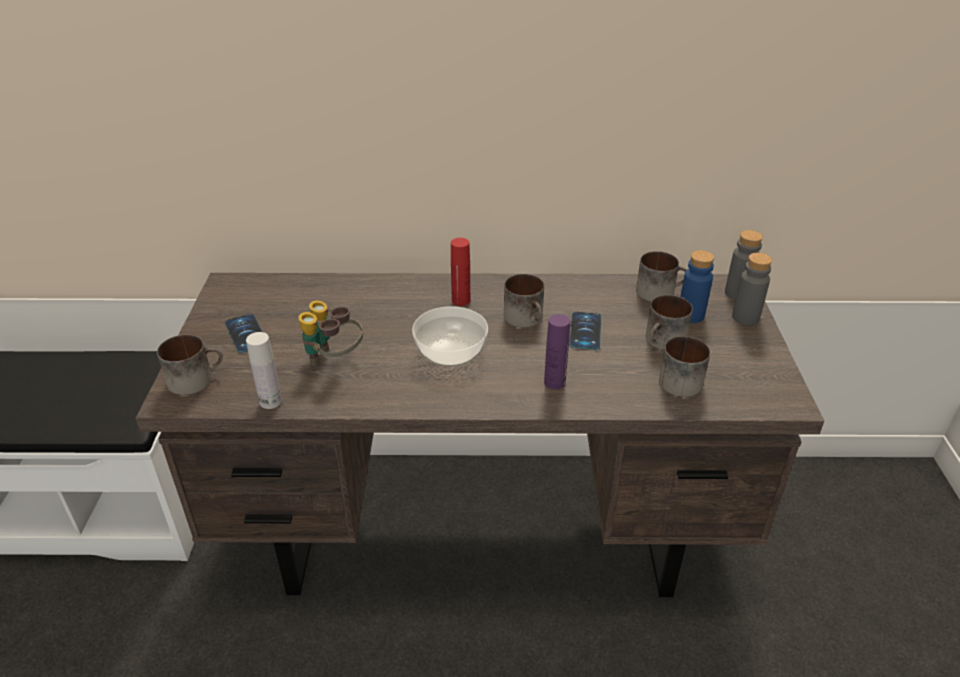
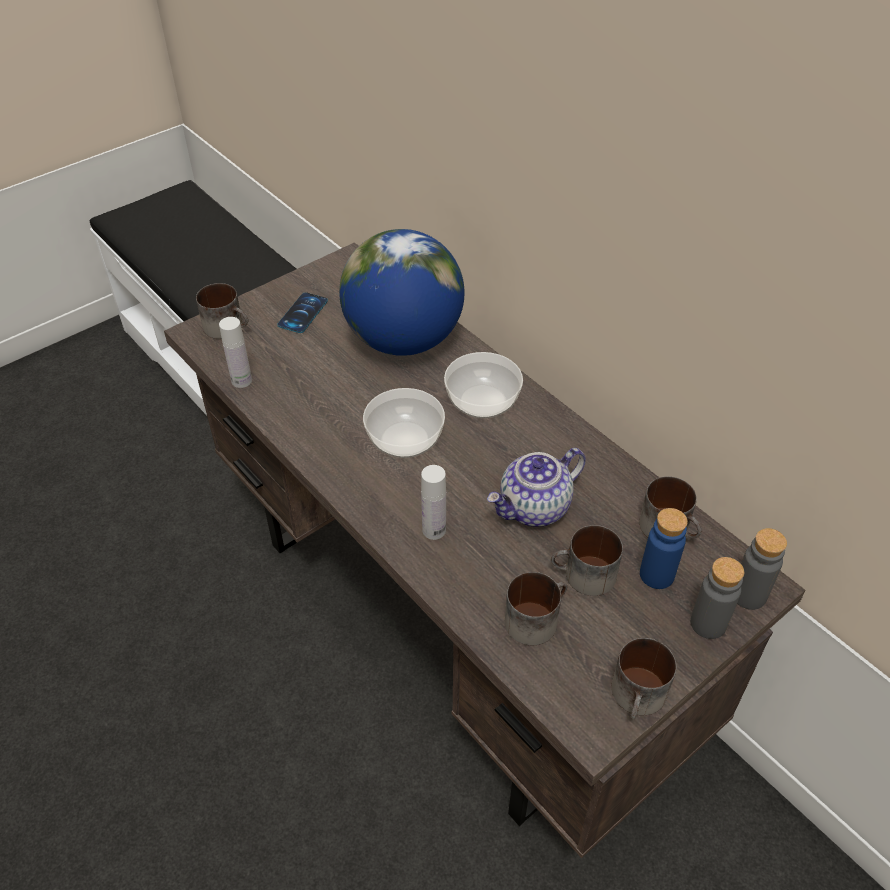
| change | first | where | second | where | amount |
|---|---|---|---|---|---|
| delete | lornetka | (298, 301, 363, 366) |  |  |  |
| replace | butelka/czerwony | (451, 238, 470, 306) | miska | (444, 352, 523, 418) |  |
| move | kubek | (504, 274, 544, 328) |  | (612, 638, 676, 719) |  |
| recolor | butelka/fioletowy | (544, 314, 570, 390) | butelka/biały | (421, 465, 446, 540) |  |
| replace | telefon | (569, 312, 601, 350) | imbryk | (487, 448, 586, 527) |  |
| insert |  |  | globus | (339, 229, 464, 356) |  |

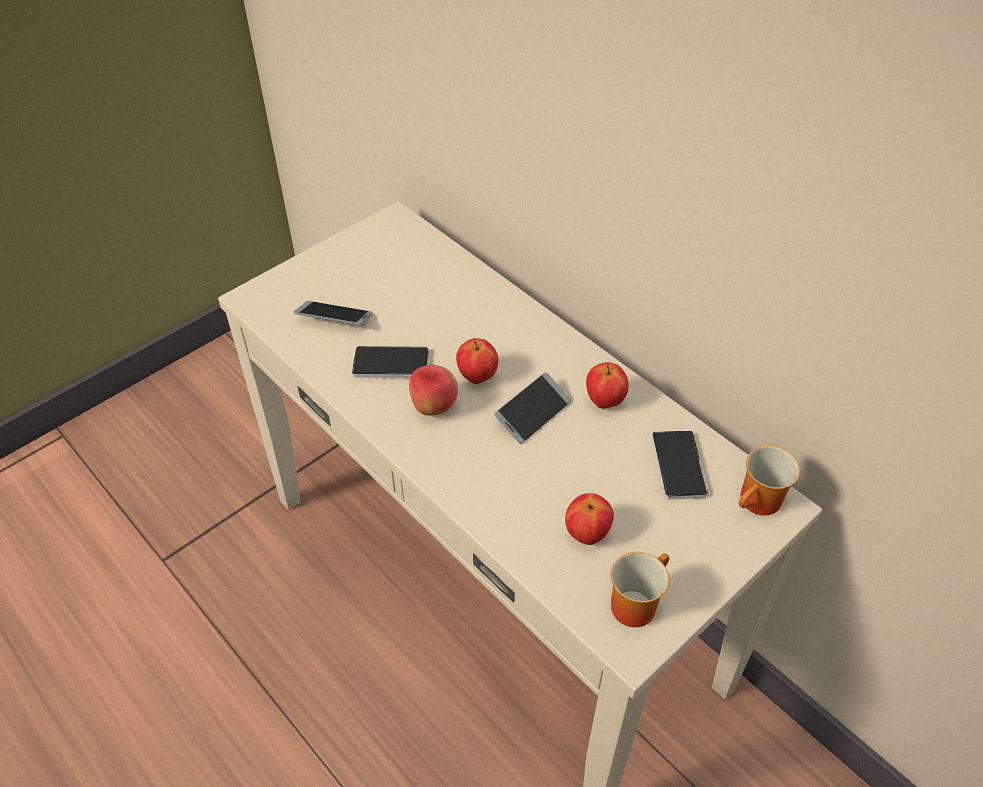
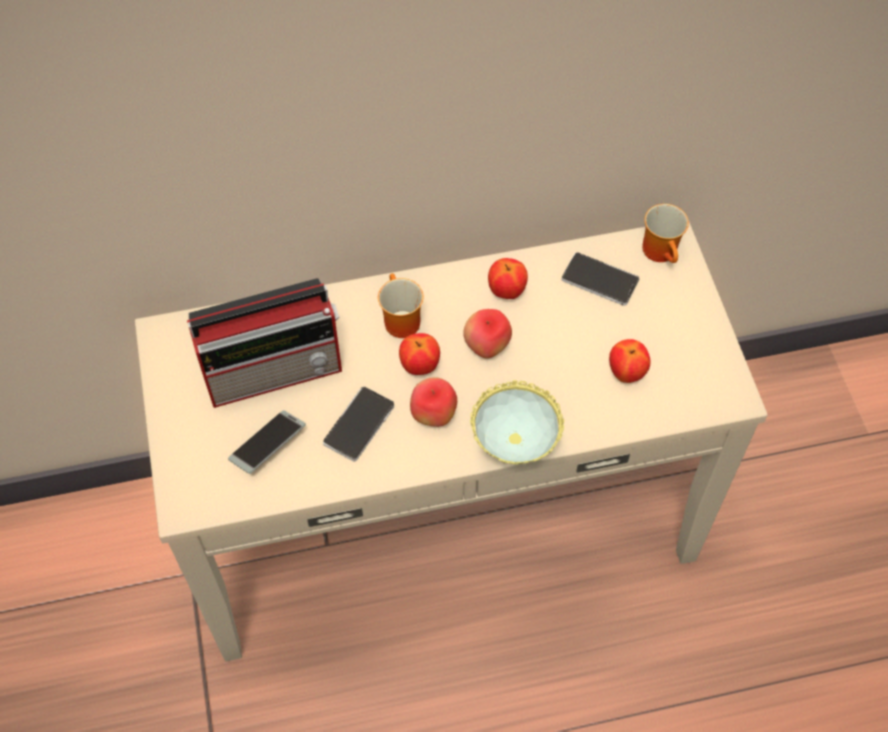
| change | first | where | second | where | amount |
|---|---|---|---|---|---|
| replace | telefon | (494, 372, 571, 444) | jabłko | (463, 309, 512, 359) |  |
| move | kubek | (611, 552, 669, 627) |  | (378, 273, 424, 338) |  |
| insert |  |  | radio | (187, 278, 342, 408) |  |
| insert |  |  | miska | (470, 380, 564, 464) |  |

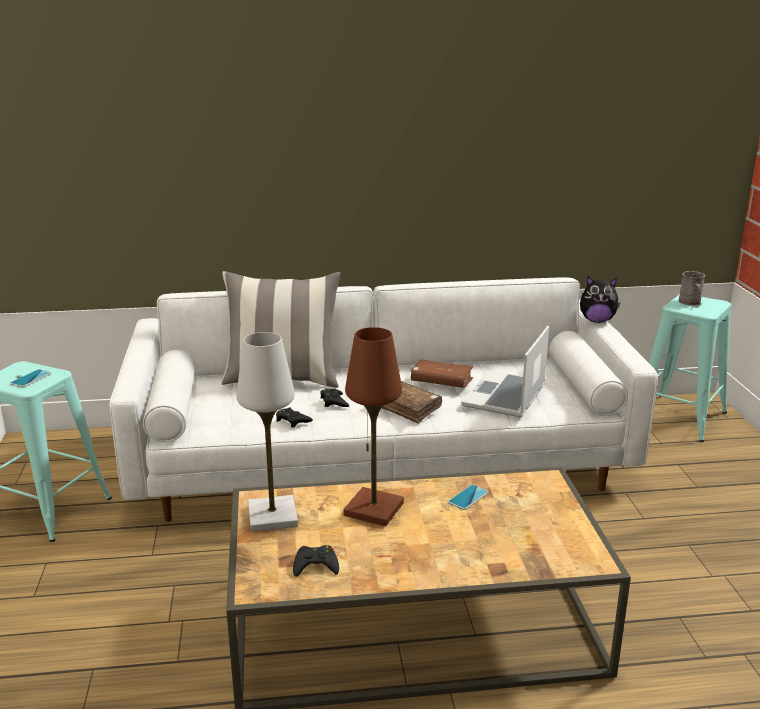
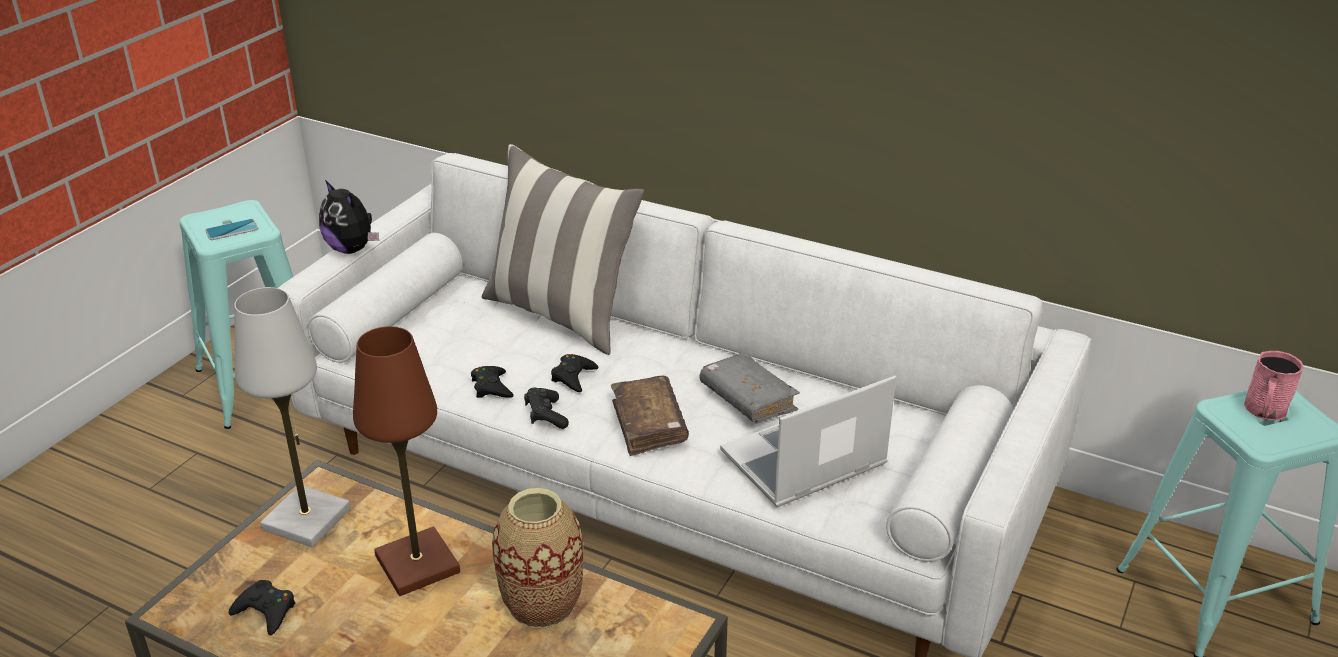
| change | first | where | second | where | amount |
|---|---|---|---|---|---|
| recolor | książka/brązowy | (411, 359, 473, 388) | książka/szary | (699, 352, 800, 424) |  |
| replace | telefon | (448, 485, 489, 510) | wazon | (492, 488, 584, 628) |  |
| move | pluszak | (580, 277, 620, 323) |  | (319, 180, 379, 254) |  |
| recolor | kubek/szary | (679, 271, 705, 306) | kubek/różowy | (1244, 351, 1303, 420) |  |
| insert |  |  | pad do gier/czarny | (524, 387, 569, 429) |  |

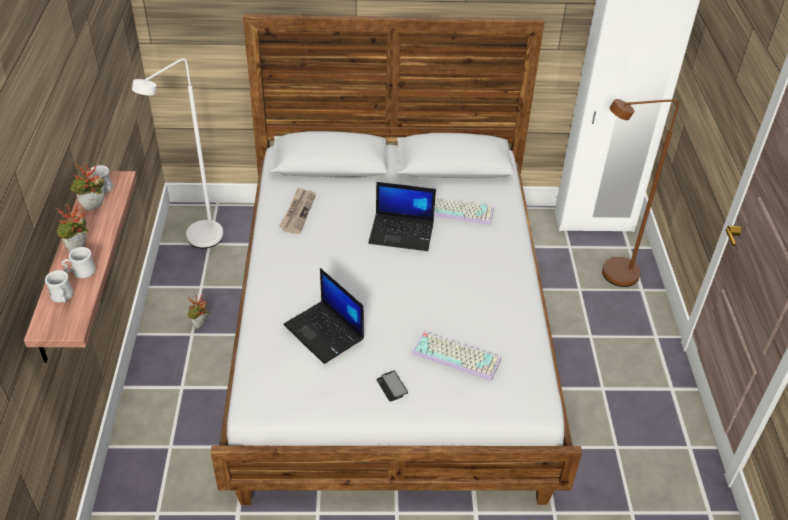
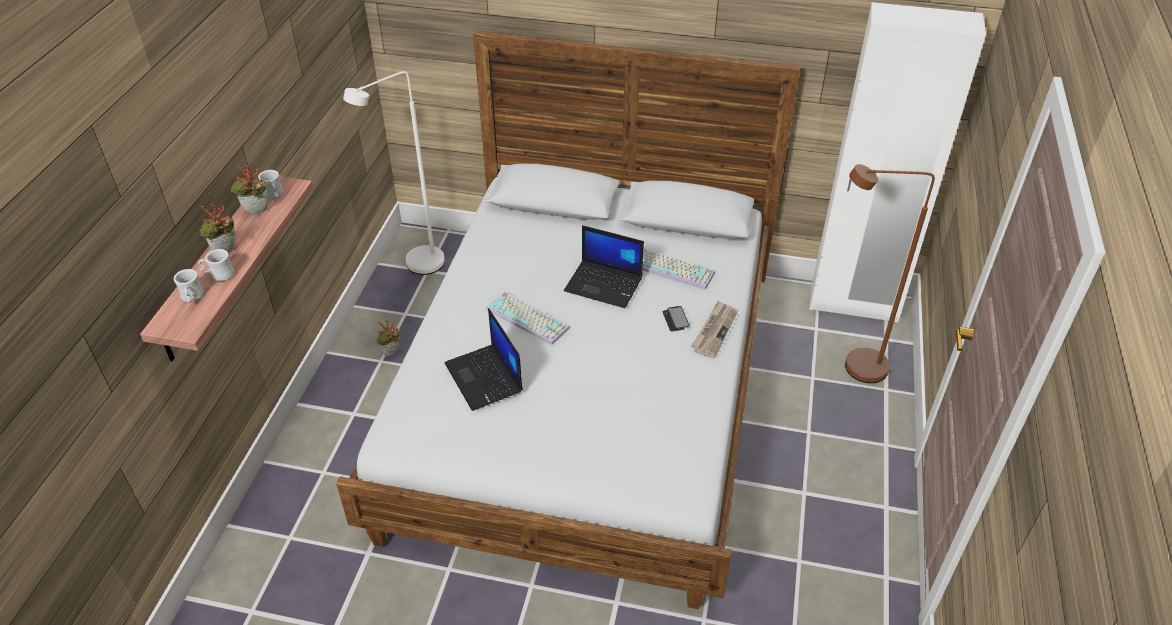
| change | first | where | second | where | amount |
|---|---|---|---|---|---|
| move | gazeta | (279, 188, 316, 234) |  | (691, 301, 738, 358) |  |
| move | telefon | (376, 371, 408, 401) |  | (662, 306, 690, 331) |  |
| move | klawiatura | (411, 332, 501, 381) |  | (486, 291, 570, 345) |  |

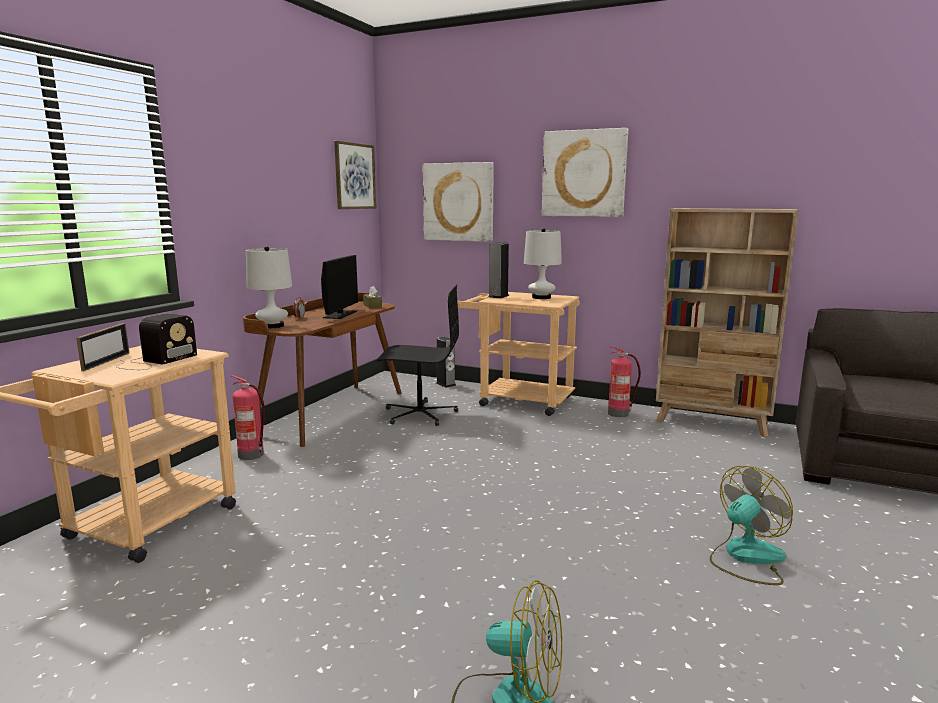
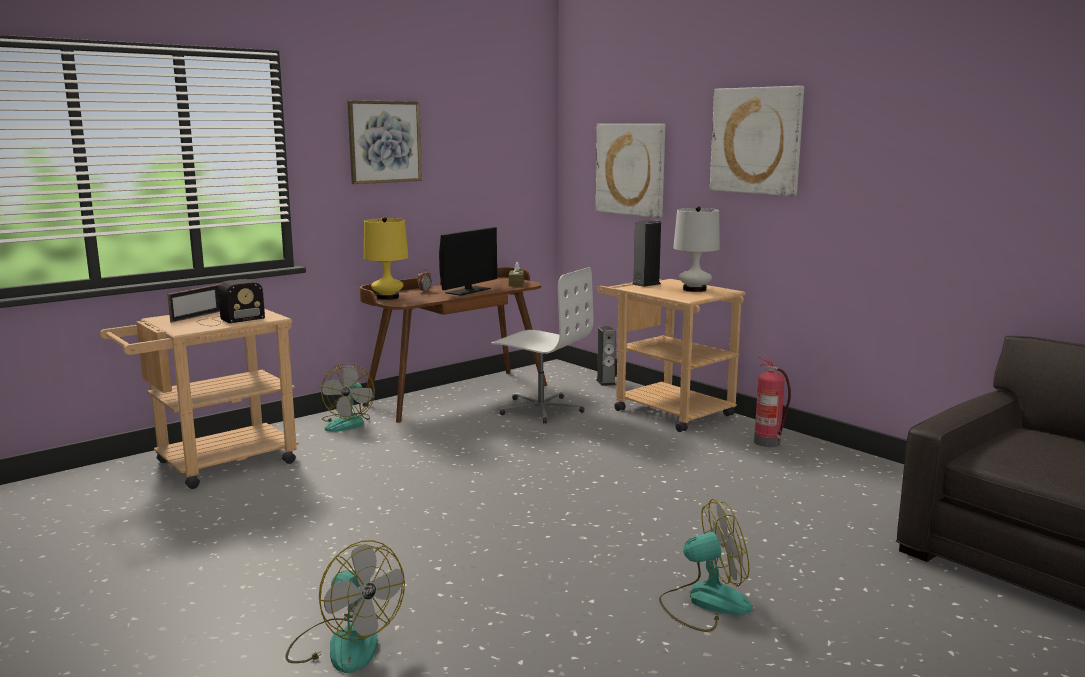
| change | first | where | second | where | amount |
|---|---|---|---|---|---|
| replace | gaśnica | (232, 375, 265, 460) | wentylator | (321, 363, 375, 432) |  |
| recolor | lampa stołowa/biały | (246, 246, 292, 328) | lampa stołowa/żółty | (364, 217, 408, 300) |  |
| move | obraz | (334, 141, 376, 209) |  | (347, 100, 422, 184) |  |
| recolor | krzesło biurowe/czarny | (377, 284, 459, 426) | krzesło biurowe/biały | (491, 267, 593, 423) |  |
| delete | regał/beżowy | (656, 208, 799, 437) |  |  |  |

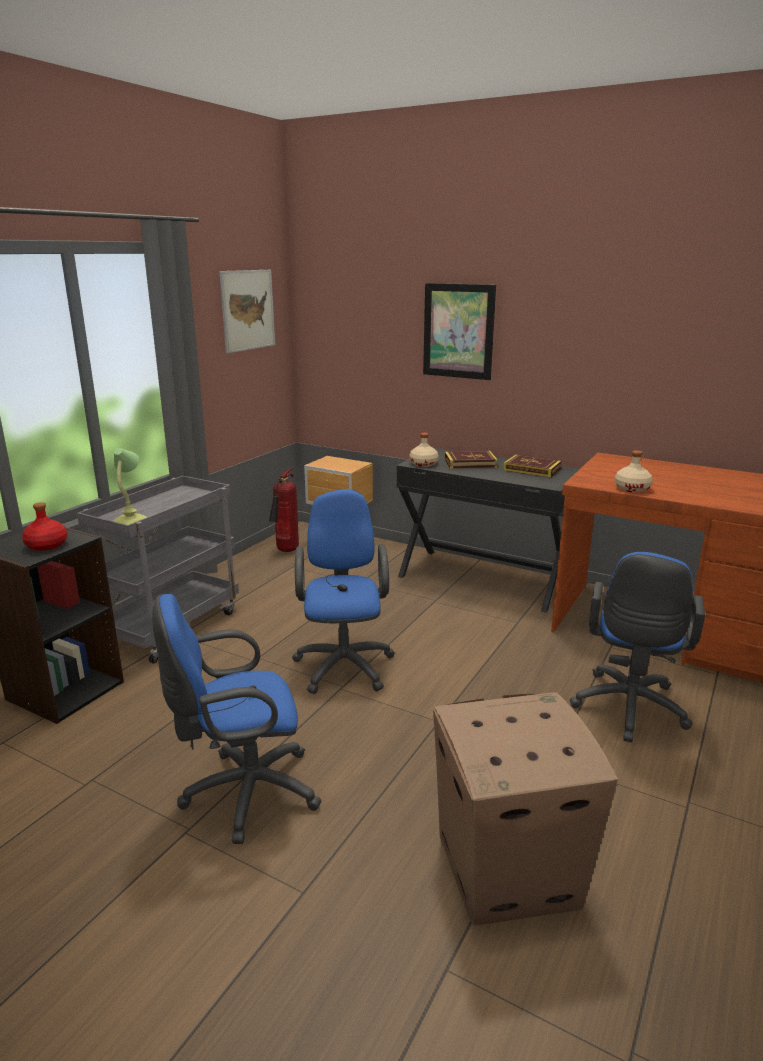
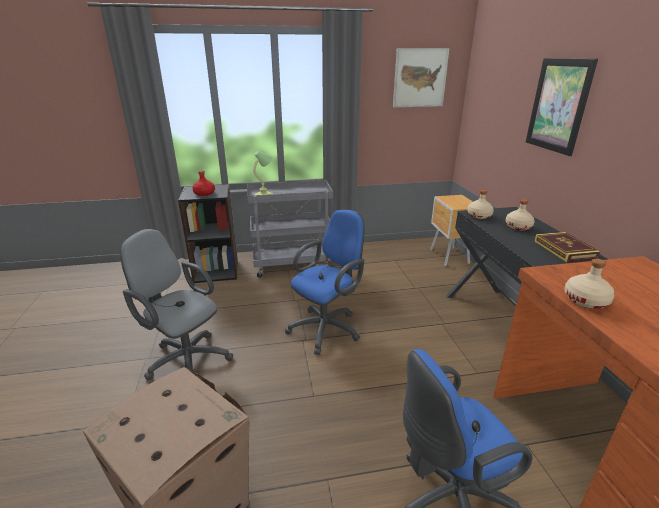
| change | first | where | second | where | amount |
|---|---|---|---|---|---|
| recolor | krzesło biurowe/niebieski | (152, 594, 321, 844) | krzesło biurowe/szary | (121, 229, 233, 380) |  |
| delete | gaśnica | (269, 468, 299, 552) |  |  |  |
| replace | książka | (445, 451, 498, 469) | butelka/beżowy | (505, 199, 535, 230) |  |

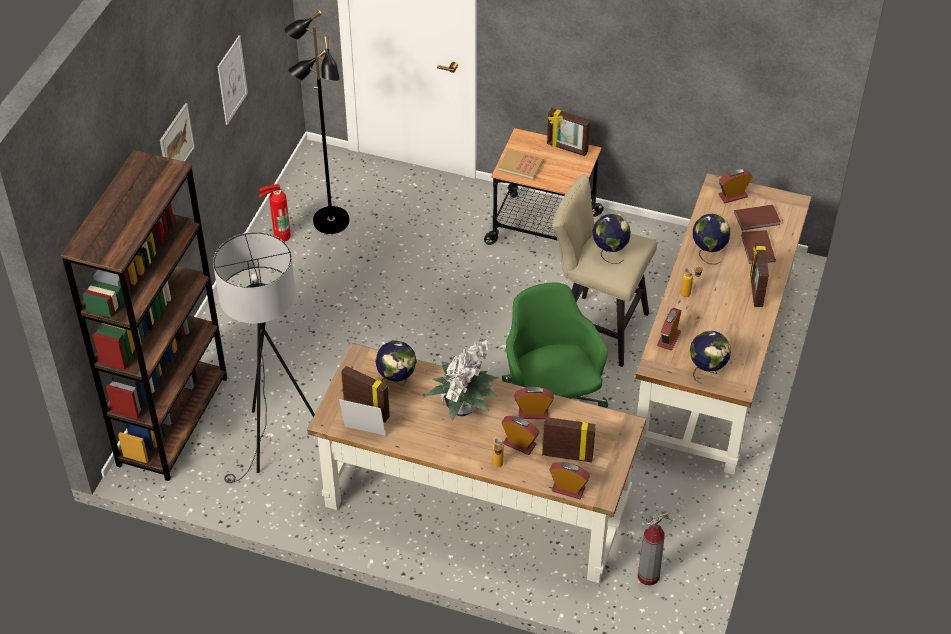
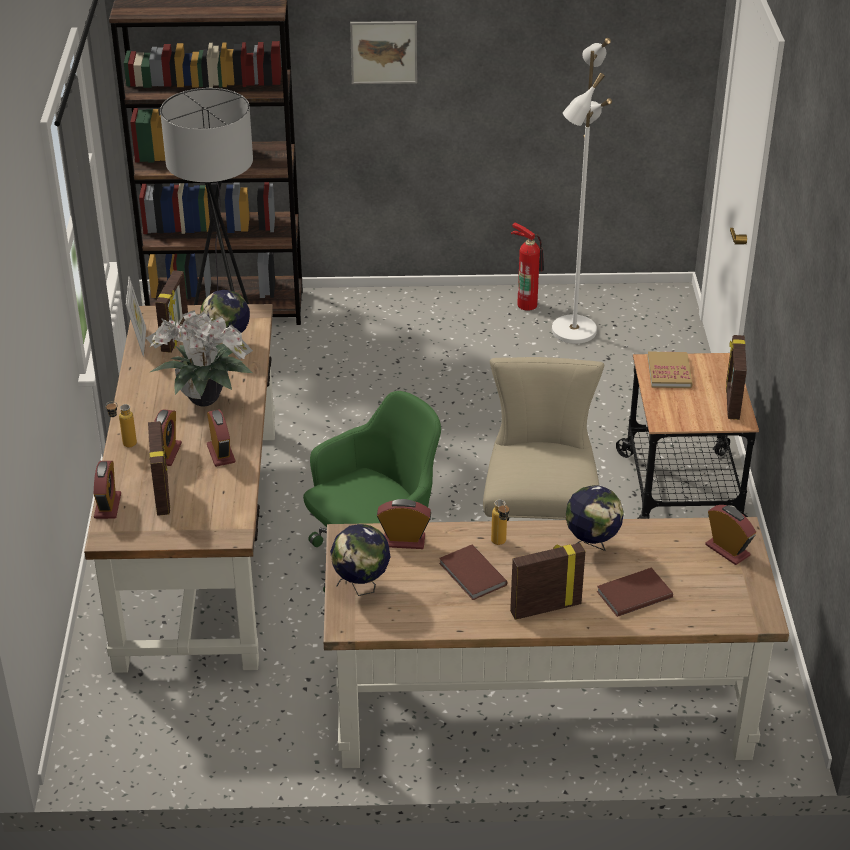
| change | first | where | second | where | amount |
|---|---|---|---|---|---|
| delete | obraz | (218, 35, 248, 125) |  |  |  |
| recolor | lampa stojąca/czarny | (284, 10, 349, 234) | lampa stojąca/biały | (552, 38, 612, 344) |  |
| delete | globus | (593, 214, 631, 264) |  |  |  |
| delete | gaśnica | (638, 511, 669, 586) |  |  |  |
| move | książka/brązowy | (734, 205, 781, 231) |  | (439, 544, 508, 600) |  |

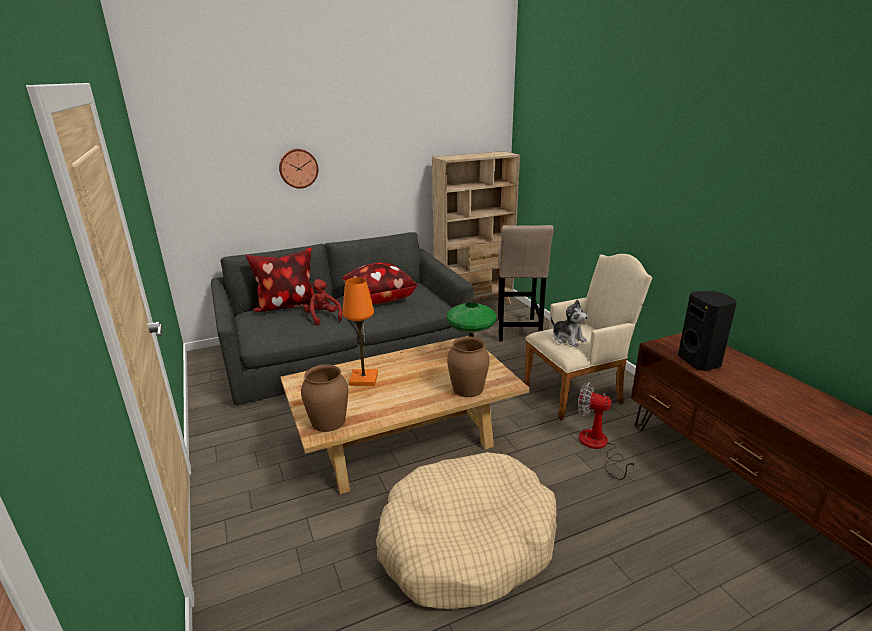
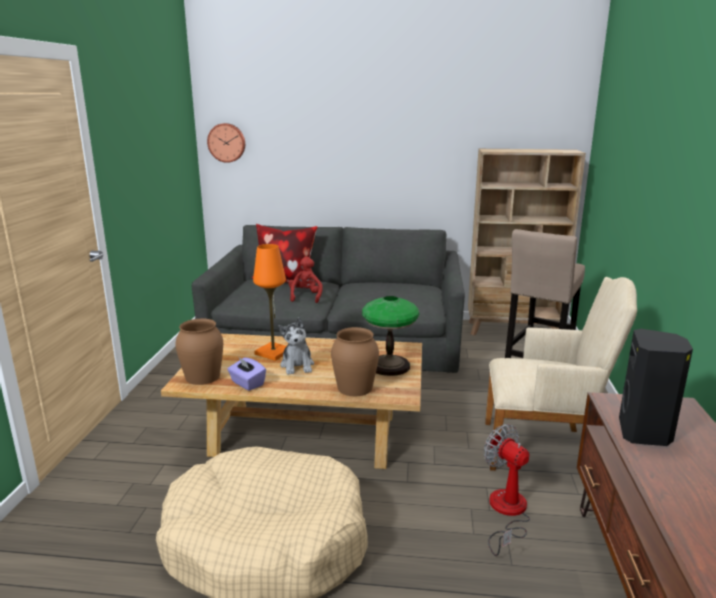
| change | first | where | second | where | amount |
|---|---|---|---|---|---|
| move | zegar ścienny | (279, 149, 318, 188) |  | (207, 123, 245, 163) |  |
| delete | poduszka | (342, 262, 418, 304) |  |  |  |
| move | pluszak | (551, 299, 588, 347) |  | (278, 317, 314, 374) |  |
| insert |  |  | pudełko chusteczek/fioletowy | (227, 356, 266, 391) |  |

